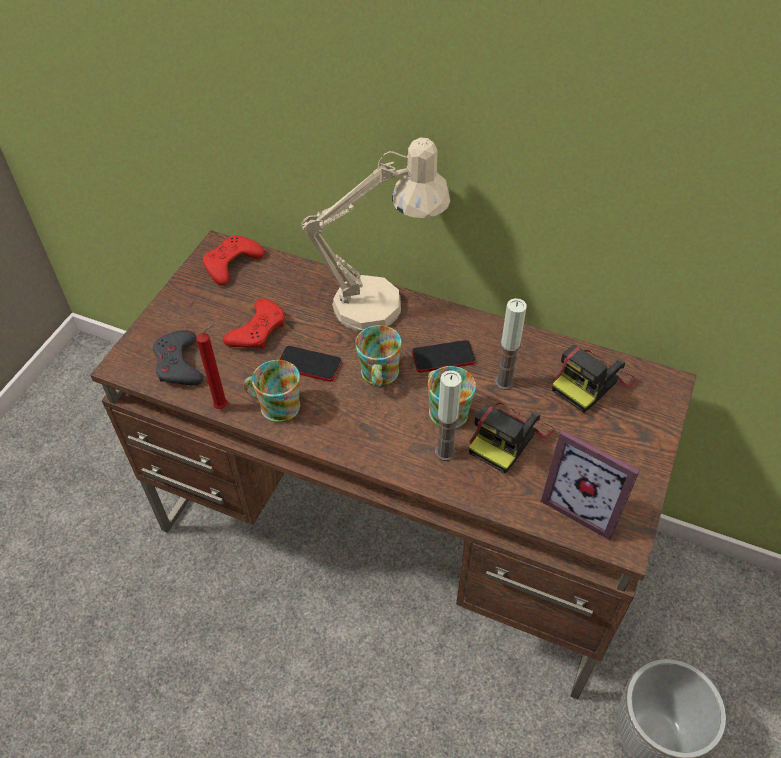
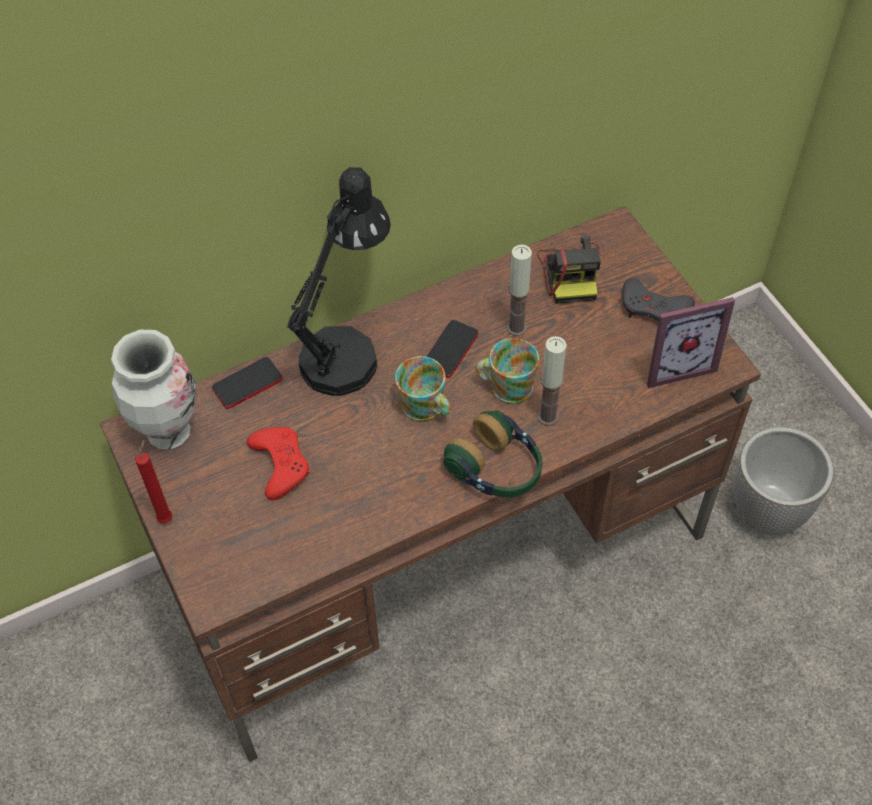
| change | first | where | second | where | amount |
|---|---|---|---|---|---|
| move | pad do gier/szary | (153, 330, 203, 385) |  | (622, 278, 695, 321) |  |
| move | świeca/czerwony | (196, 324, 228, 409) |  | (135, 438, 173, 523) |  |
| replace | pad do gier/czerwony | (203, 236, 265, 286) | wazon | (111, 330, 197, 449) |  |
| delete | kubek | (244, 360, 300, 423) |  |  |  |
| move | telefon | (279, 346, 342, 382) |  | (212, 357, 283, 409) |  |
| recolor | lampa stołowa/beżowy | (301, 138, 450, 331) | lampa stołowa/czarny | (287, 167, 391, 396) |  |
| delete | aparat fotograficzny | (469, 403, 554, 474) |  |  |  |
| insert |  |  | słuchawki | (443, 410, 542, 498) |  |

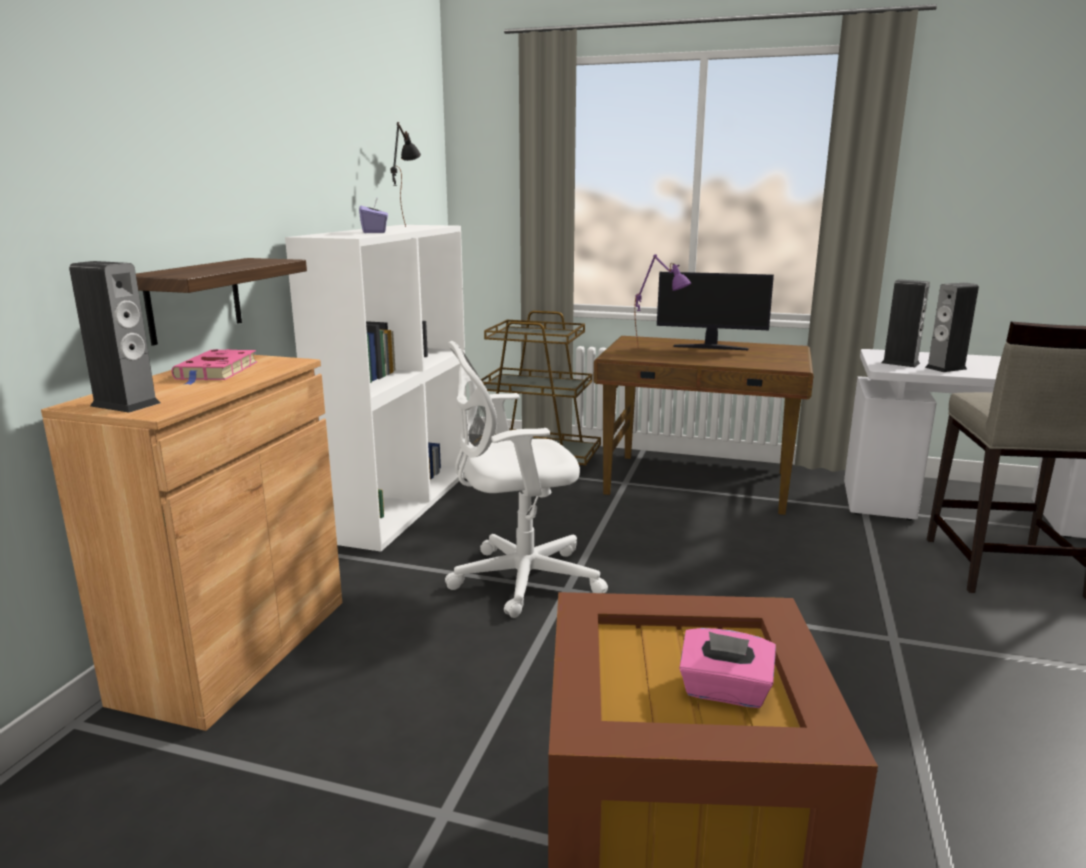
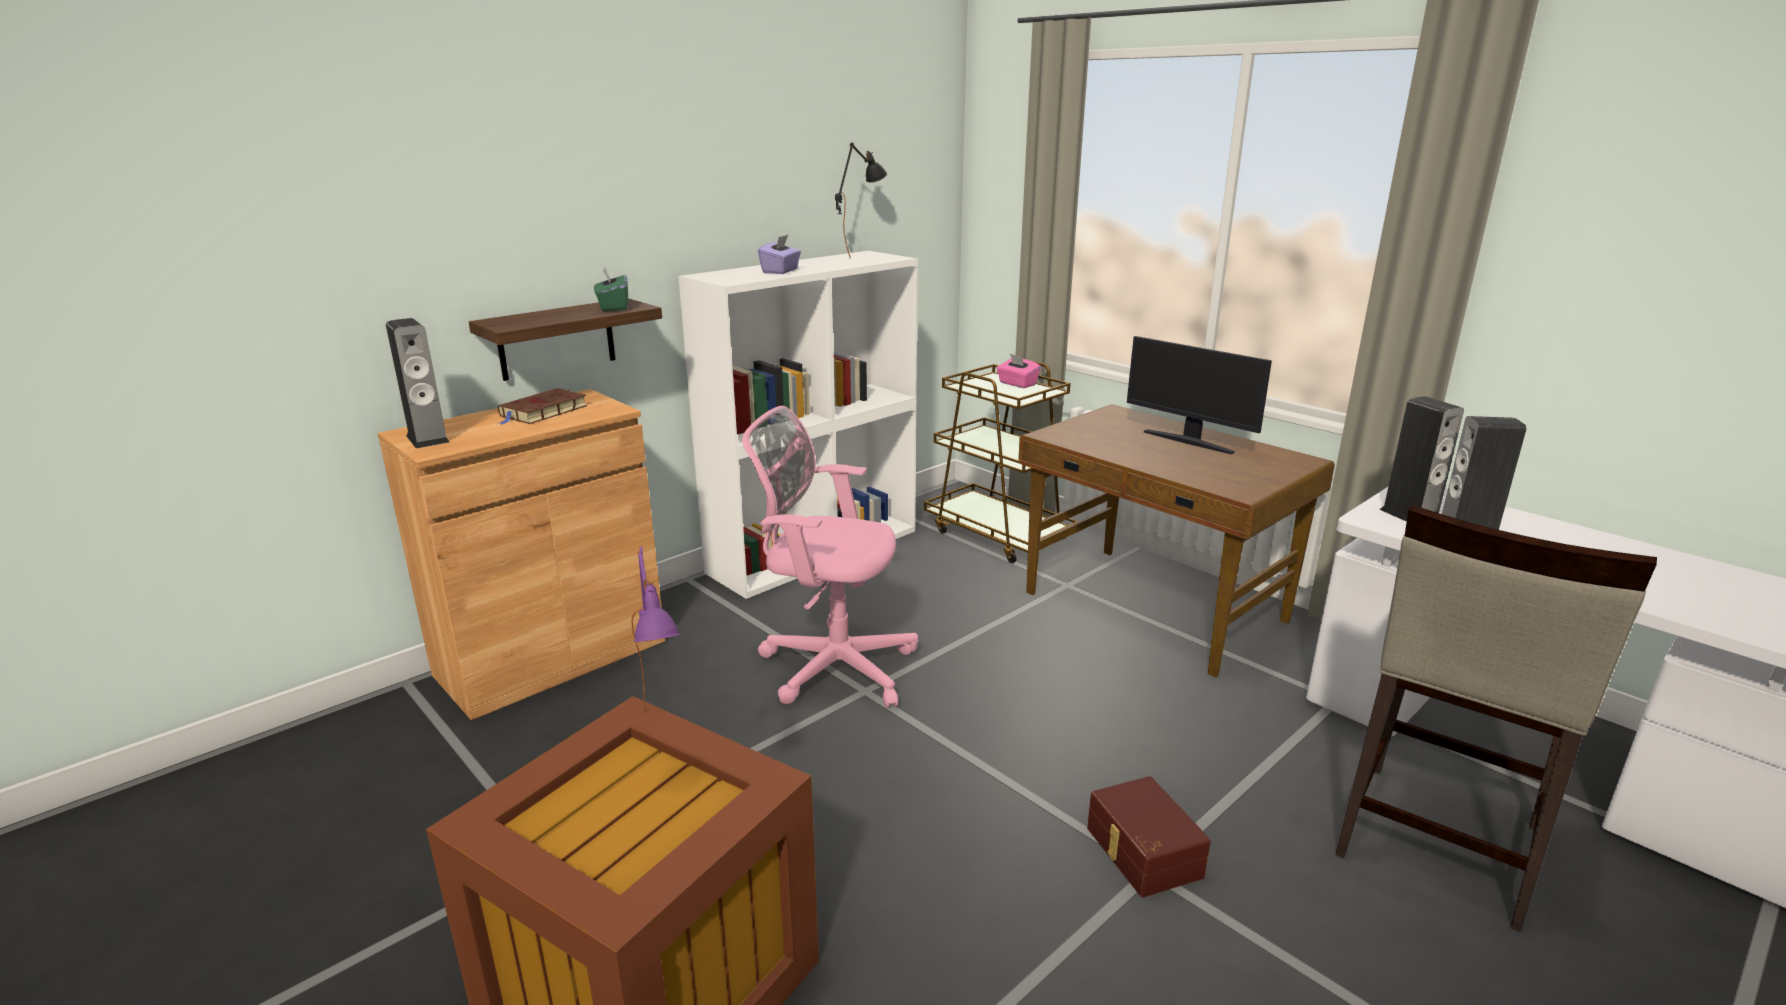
| change | first | where | second | where | amount |
|---|---|---|---|---|---|
| recolor | książka/różowy | (172, 349, 257, 385) | książka/brązowy | (498, 388, 587, 425) |  |
| recolor | krzesło biurowe/biały | (445, 341, 608, 618) | krzesło biurowe/różowy | (742, 406, 918, 708) |  |
| move | lampa stołowa/fioletowy | (634, 254, 692, 349) |  | (631, 546, 680, 713) |  |
| move | pudełko chusteczek/różowy | (679, 628, 776, 708) |  | (996, 354, 1041, 388) |  |
| insert |  |  | pudełko chusteczek/zielony | (594, 267, 628, 311) |  |
| insert |  |  | pojemnik do przechowywania/brązowy | (1087, 776, 1211, 897) |  |

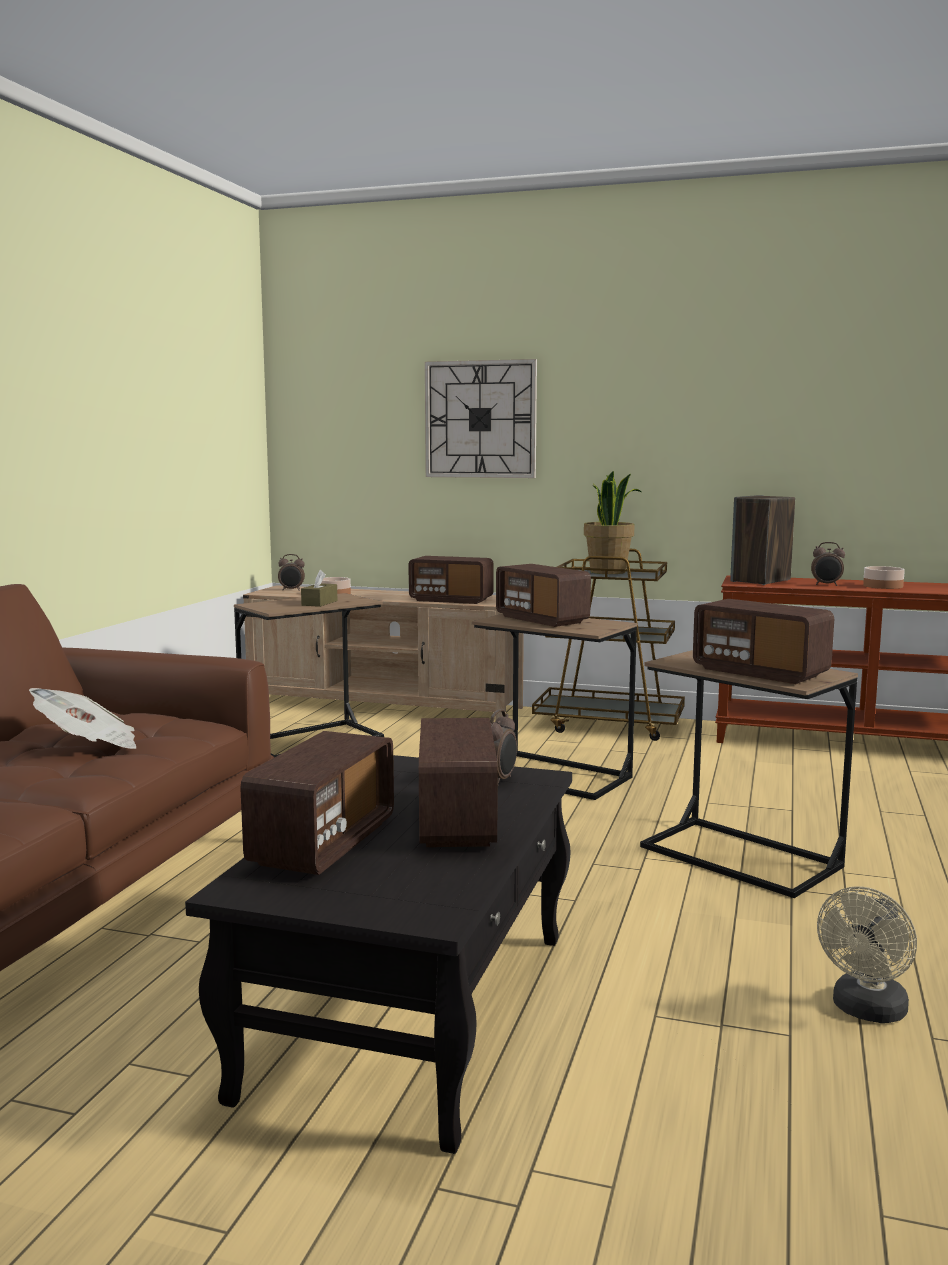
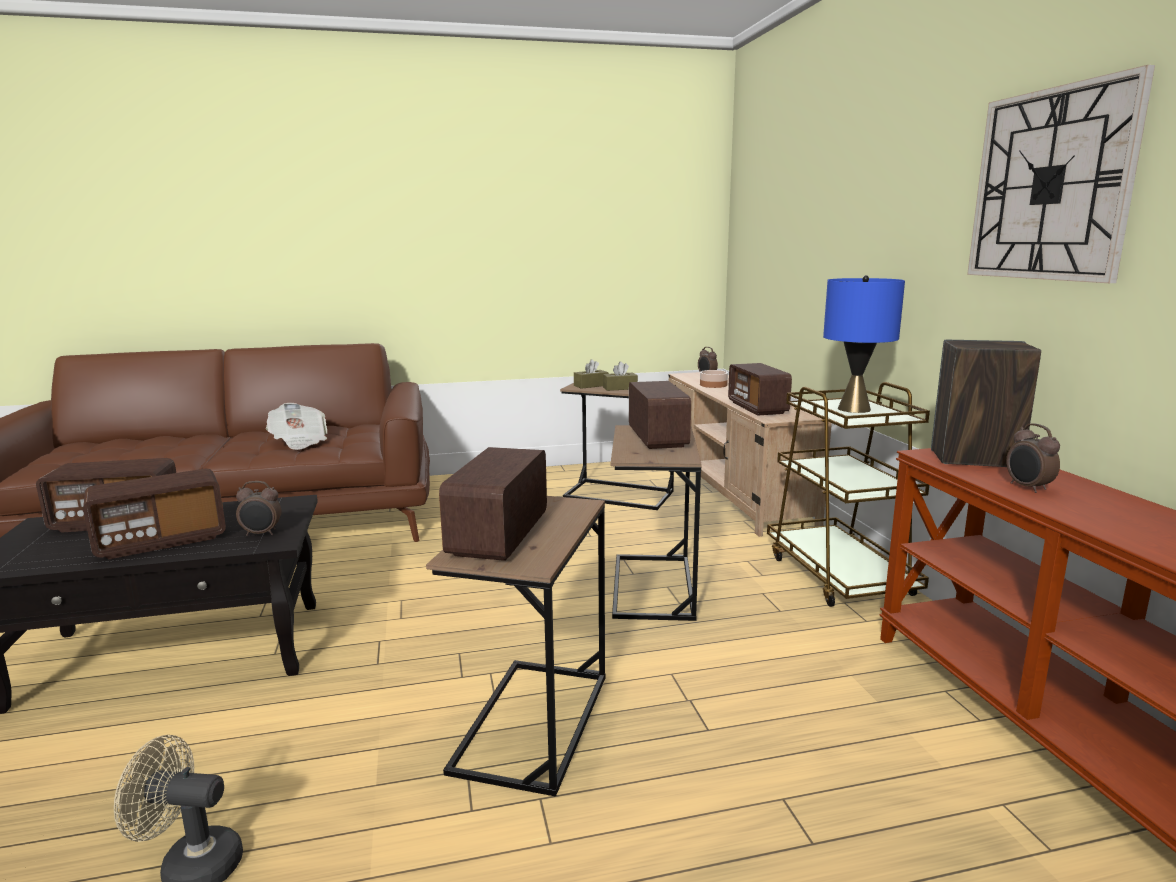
| change | first | where | second | where | amount |
|---|---|---|---|---|---|
| move | zegar ścienny | (425, 359, 537, 478) |  | (967, 65, 1155, 283) |  |
| rotate | radio | (496, 564, 591, 627) |  | (629, 381, 691, 449) | 150 degrees clockwise |
| replace | roślina doniczkowa | (584, 471, 641, 574) | lampa stołowa/niebieski | (823, 275, 905, 413) |  |
| delete | miska | (863, 566, 905, 589) |  |  |  |
| insert |  |  | pudełko chusteczek/brązowy | (574, 359, 609, 389) |  |

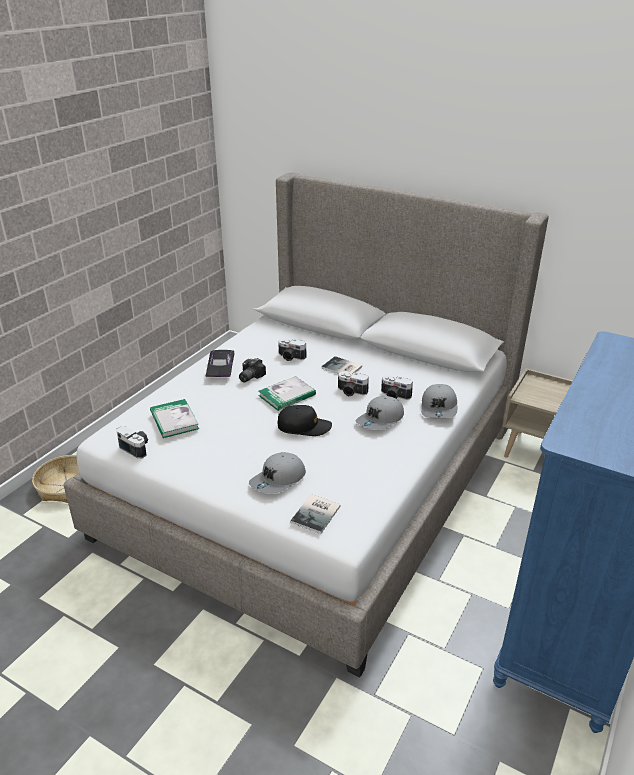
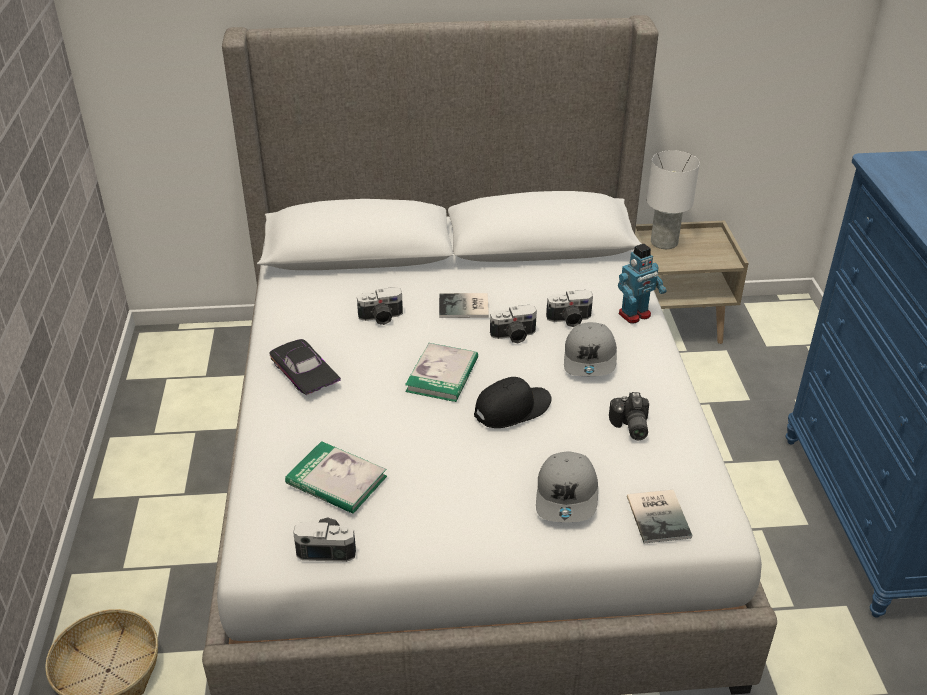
| change | first | where | second | where | amount |
|---|---|---|---|---|---|
| move | aparat fotograficzny | (239, 358, 266, 383) |  | (609, 392, 649, 440) |  |
| replace | czapka z daszkiem/szary | (421, 384, 457, 418) | robot zabawkowy | (618, 244, 667, 324) |  |
| insert |  |  | lampa stołowa/biały | (647, 150, 700, 249) |  |

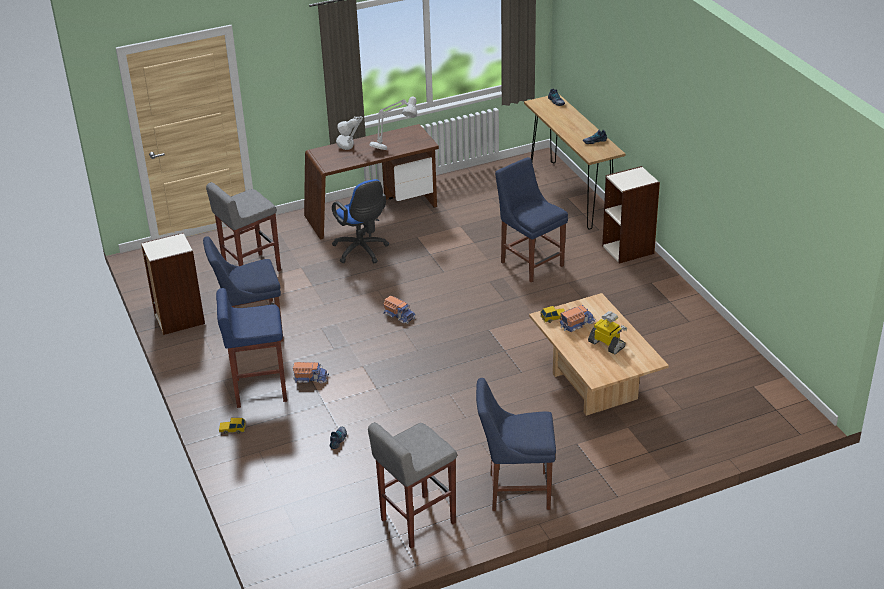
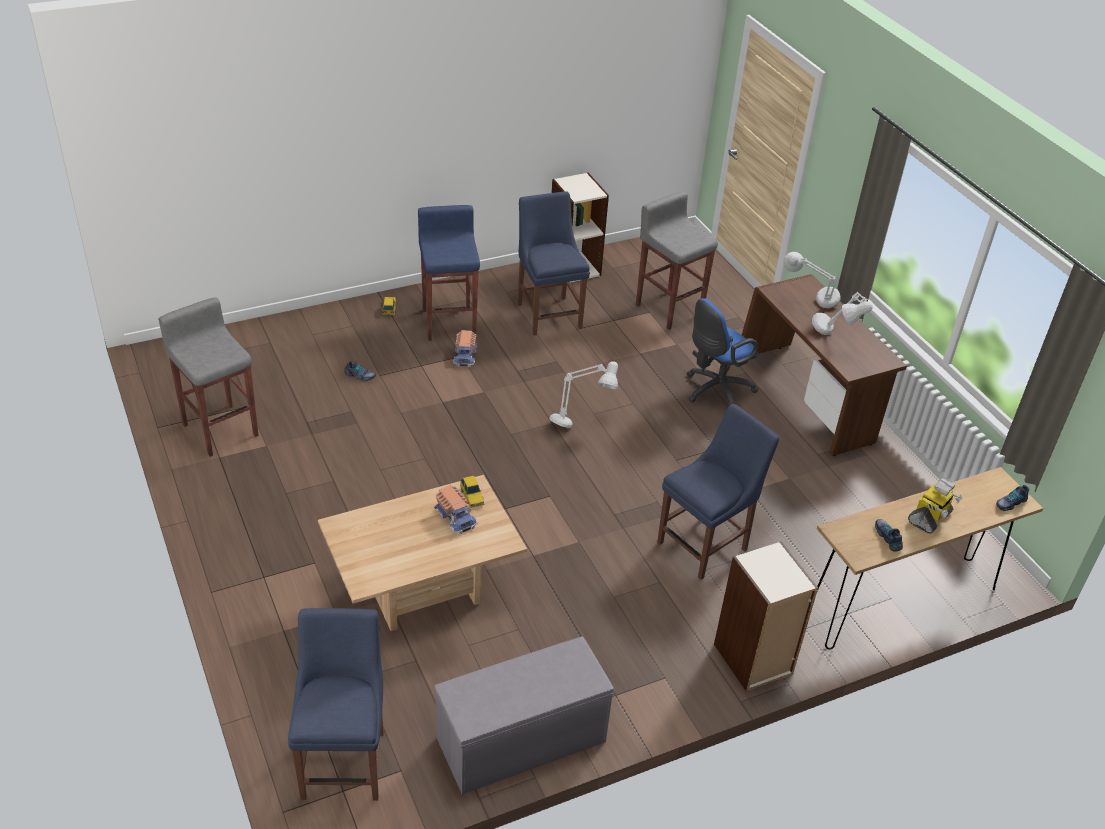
| change | first | where | second | where | amount |
|---|---|---|---|---|---|
| replace | ciężarówka zabawkowa | (383, 295, 416, 324) | lampa stołowa/szary | (549, 361, 618, 428) |  |
| move | krzesło/niebieski | (476, 378, 556, 511) |  | (288, 608, 384, 801) |  |
| move | robot zabawkowy | (588, 311, 627, 355) |  | (908, 478, 962, 534) |  |
| insert |  |  | ławka/szary | (434, 636, 614, 795) |  |

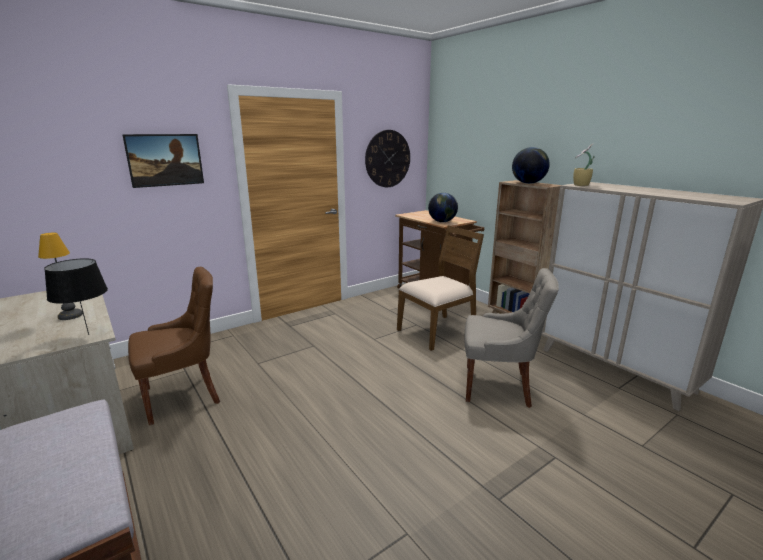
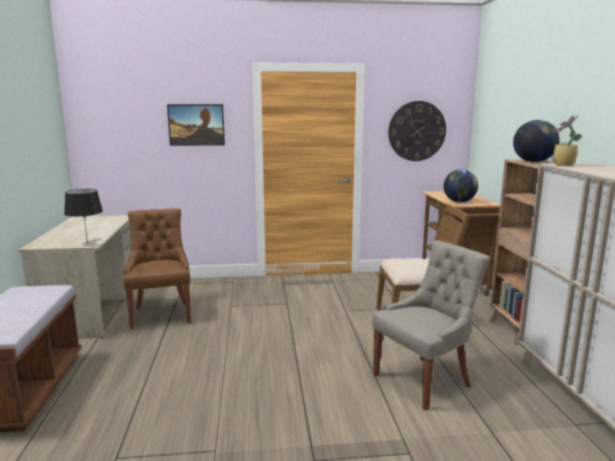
| change | first | where | second | where | amount |
|---|---|---|---|---|---|
| delete | lampa stołowa | (38, 232, 83, 320) |  |  |  |
| rotate | krzesło/brązowy | (128, 266, 220, 425) |  | (123, 209, 191, 330) | 105 degrees counterclockwise |
| rotate | krzesło/szary | (464, 268, 559, 408) |  | (372, 240, 490, 411) | 75 degrees counterclockwise |

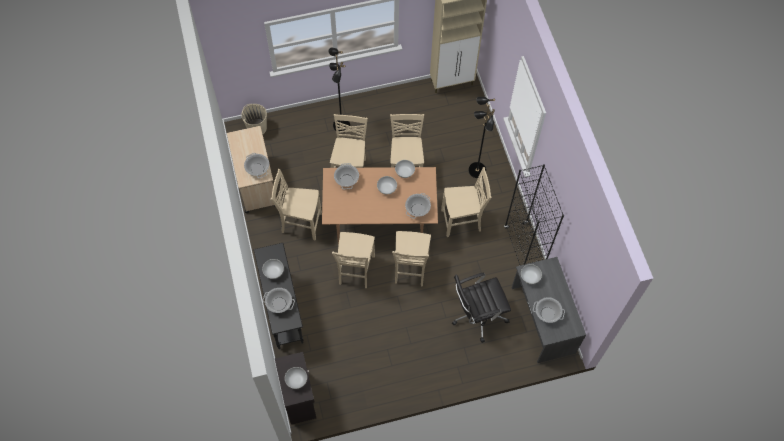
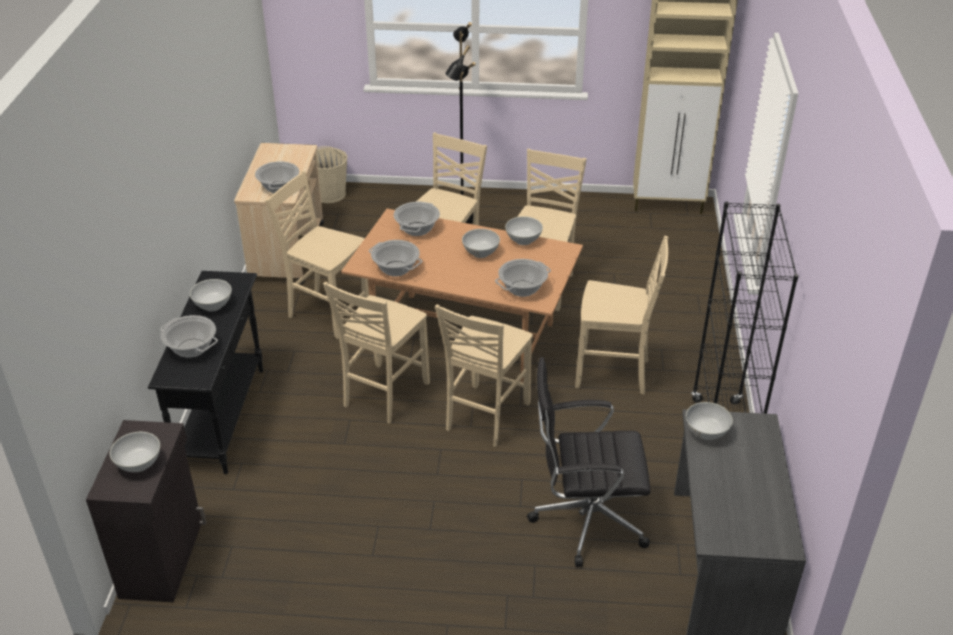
| change | first | where | second | where | amount |
|---|---|---|---|---|---|
| delete | lampa stojąca/czarny | (469, 97, 495, 178) |  |  |  |
| move | garnek | (533, 297, 565, 323) |  | (369, 240, 422, 277) |  |

